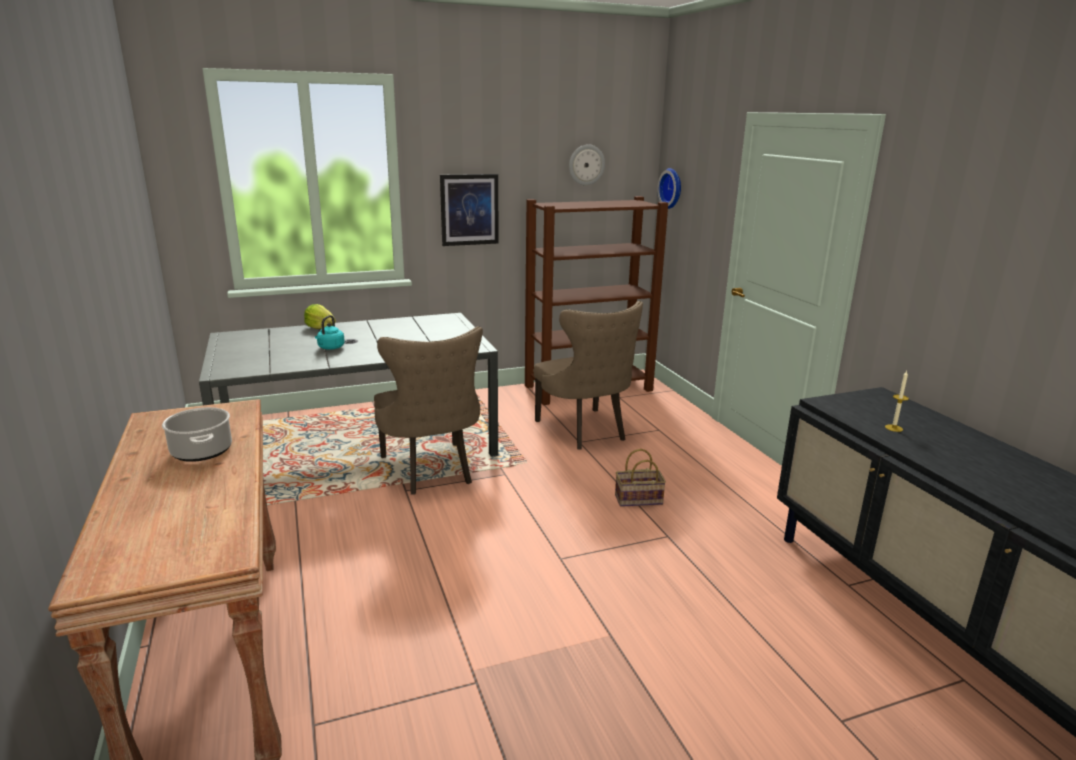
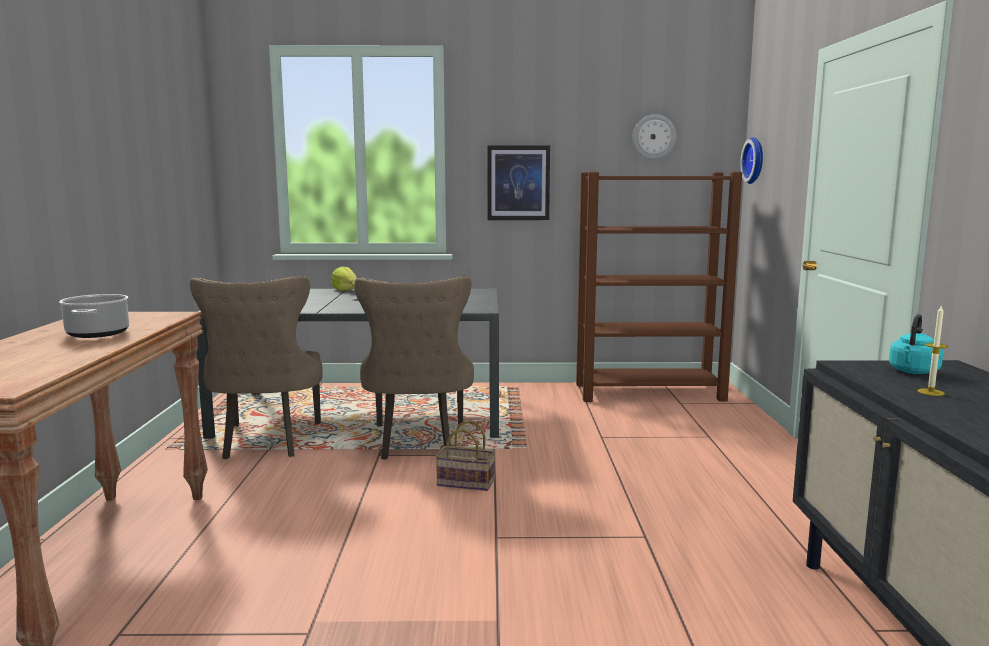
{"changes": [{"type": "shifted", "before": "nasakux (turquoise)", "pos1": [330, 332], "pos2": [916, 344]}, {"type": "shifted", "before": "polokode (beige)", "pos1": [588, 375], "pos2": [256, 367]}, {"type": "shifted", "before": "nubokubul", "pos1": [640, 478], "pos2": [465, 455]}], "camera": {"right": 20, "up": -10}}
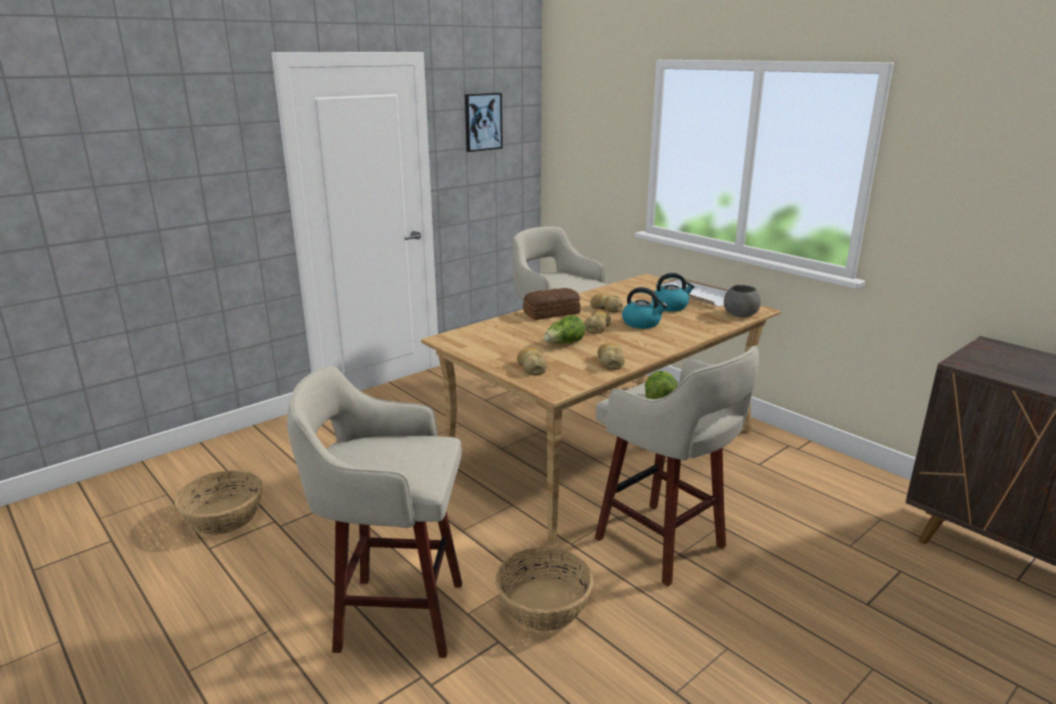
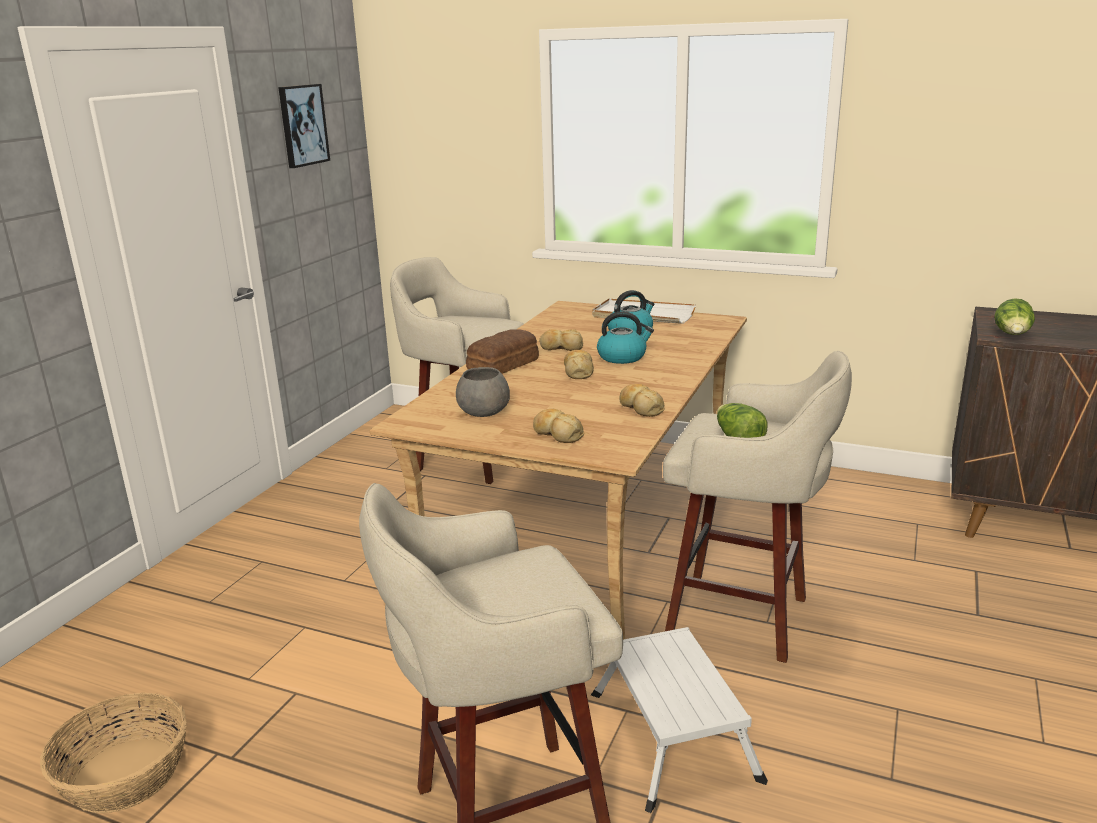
{"changes": [{"type": "shifted", "before": "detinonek", "pos1": [564, 329], "pos2": [1014, 316]}, {"type": "shifted", "before": "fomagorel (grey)", "pos1": [742, 301], "pos2": [483, 392]}, {"type": "swapped", "before": "nubokubul", "after": "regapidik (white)", "pos1": [544, 589], "pos2": [679, 720]}], "camera": {"right": -25, "up": 0}}
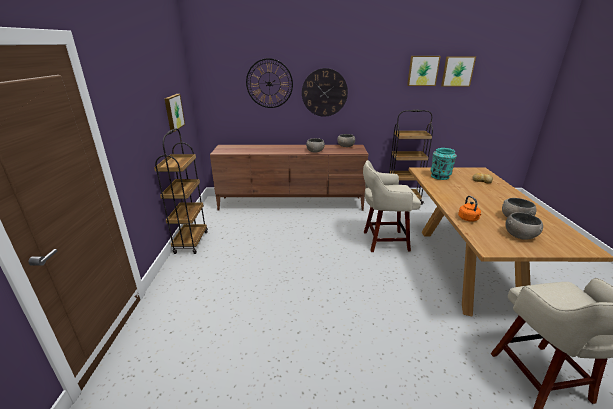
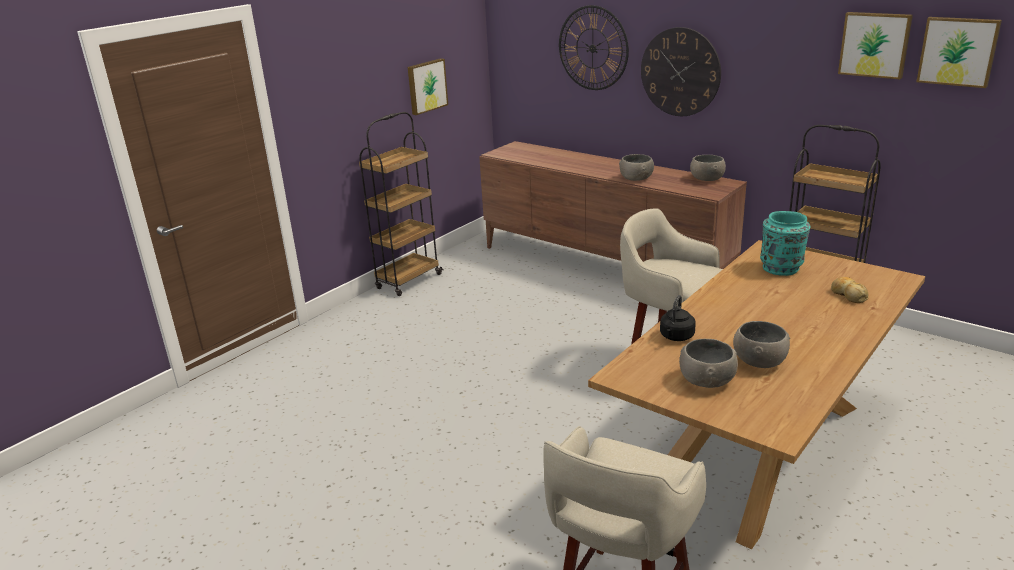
{"changes": [{"type": "repainted", "before": "nasakux (orange)", "after": "nasakux (black)", "pos1": [469, 209], "pos2": [678, 318]}], "camera": {"right": 40, "up": 0}}
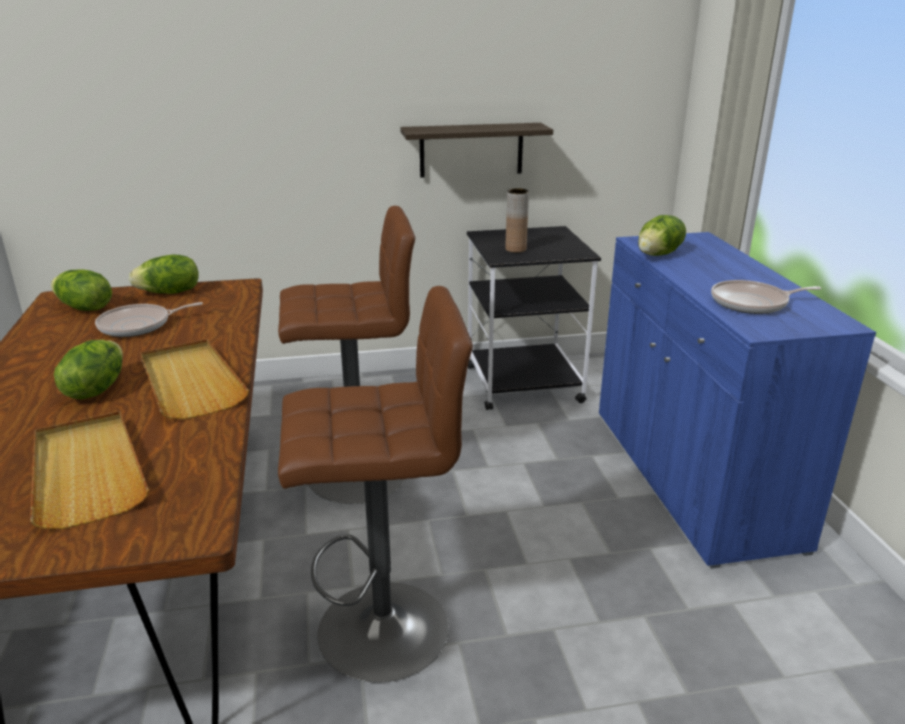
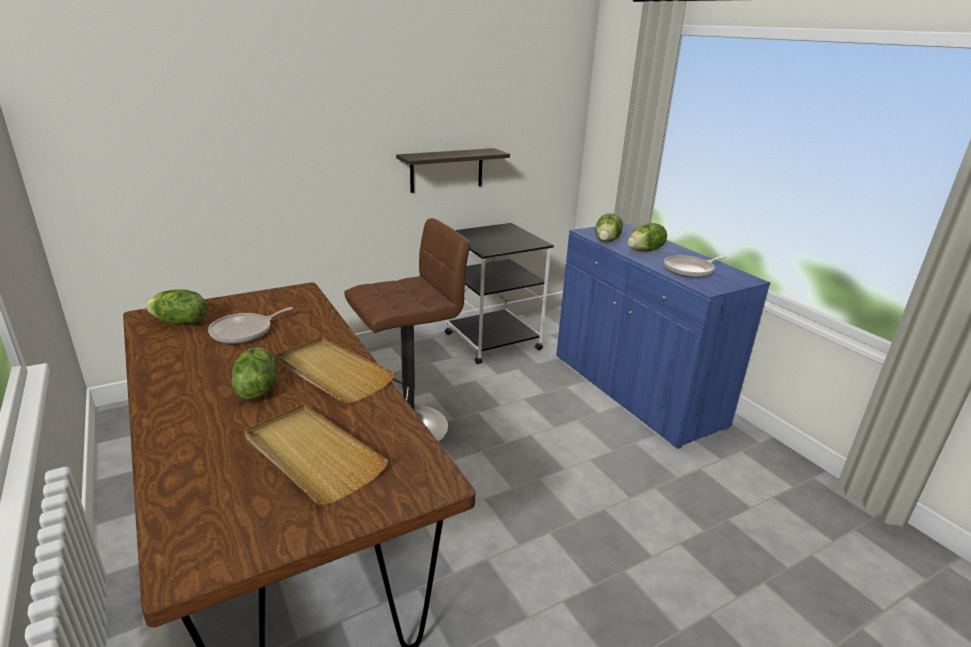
{"changes": [{"type": "gone", "before": "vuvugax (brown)", "pos1": [375, 484]}, {"type": "gone", "before": "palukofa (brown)", "pos1": [517, 220]}, {"type": "shifted", "before": "detinonek", "pos1": [163, 274], "pos2": [647, 237]}], "camera": {"right": -20, "up": 0}}
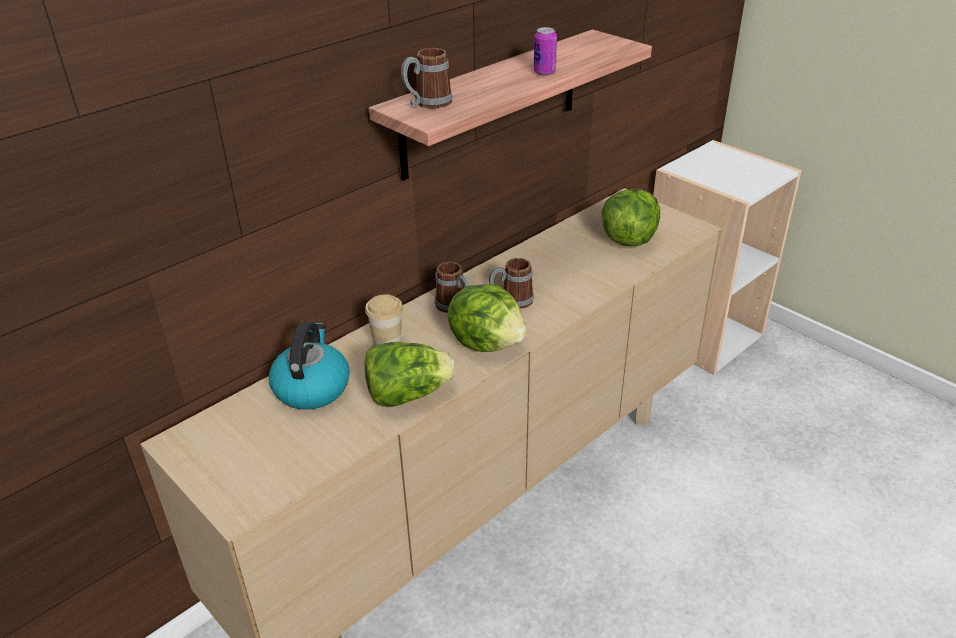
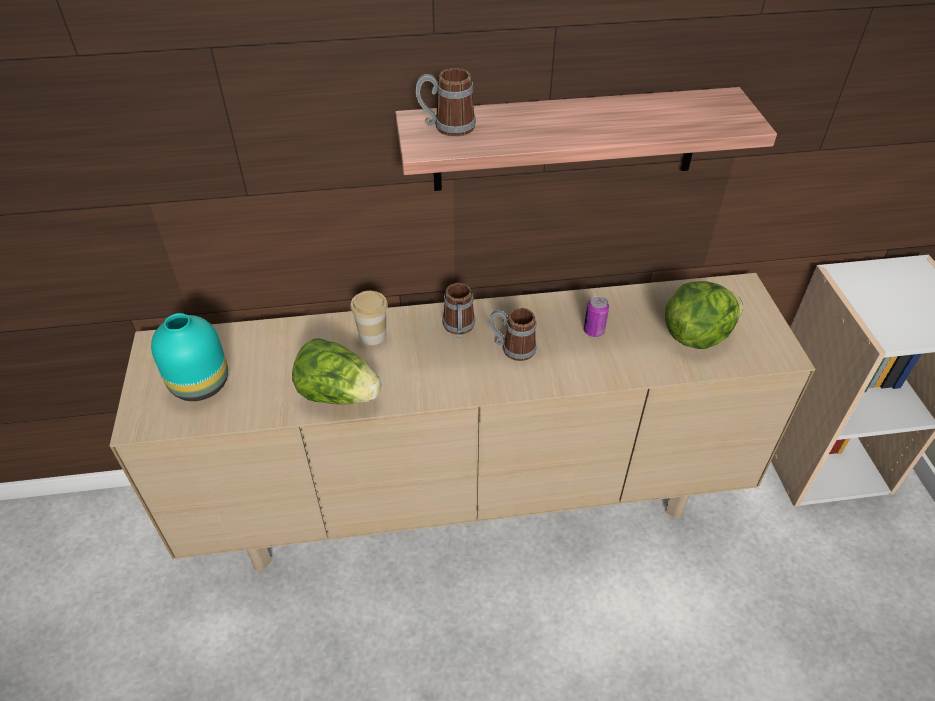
{"changes": [{"type": "gone", "before": "nasakux", "pos1": [309, 366]}, {"type": "gone", "before": "detinonek", "pos1": [487, 318]}, {"type": "new", "after": "palukofa (turquoise)", "pos2": [189, 357]}, {"type": "shifted", "before": "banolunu", "pos1": [545, 51], "pos2": [596, 316]}], "camera": {"right": 35, "up": 10}}
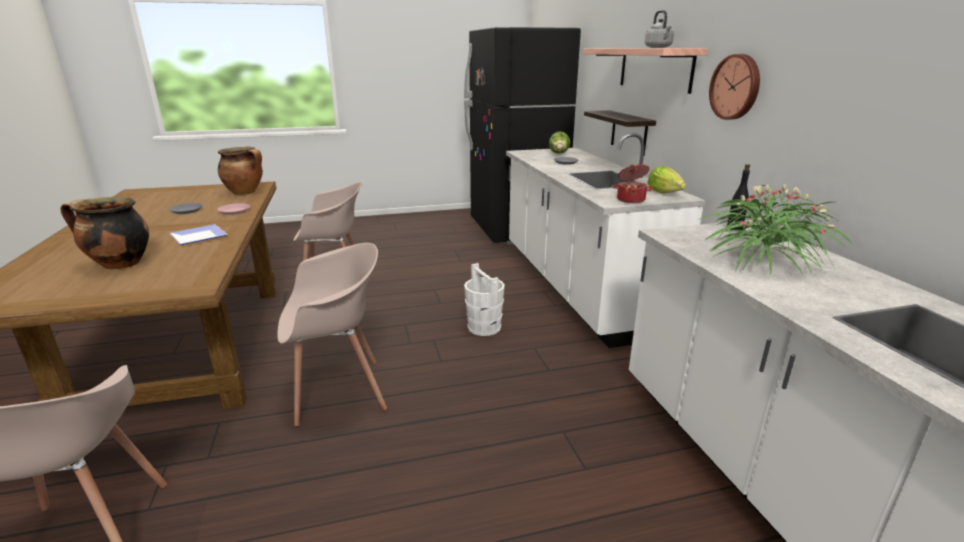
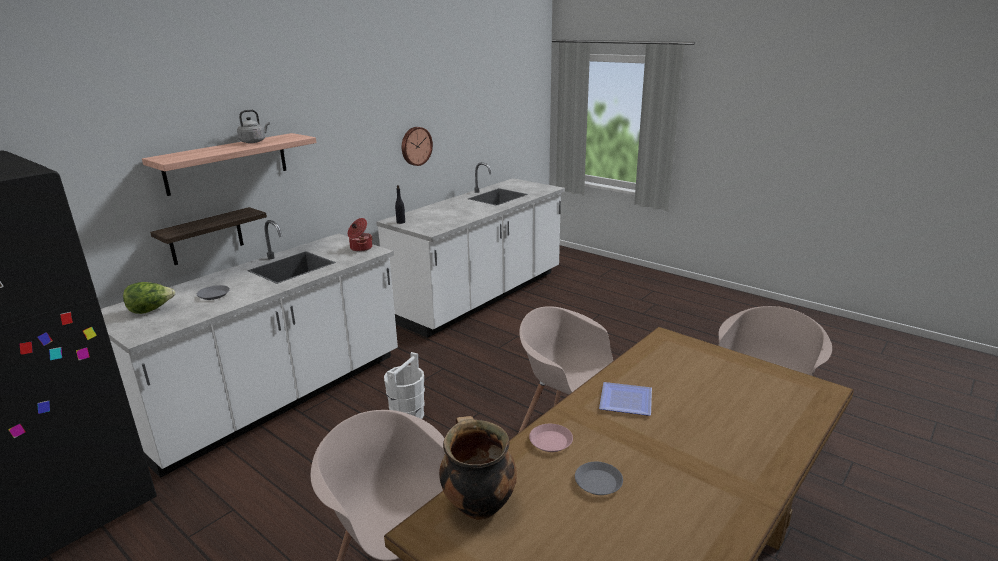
{"changes": [{"type": "gone", "before": "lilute", "pos1": [104, 233]}, {"type": "gone", "before": "detinonek", "pos1": [667, 179]}, {"type": "gone", "before": "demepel", "pos1": [775, 229]}, {"type": "shifted", "before": "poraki", "pos1": [734, 87], "pos2": [417, 146]}], "camera": {"right": -125, "up": 0}}
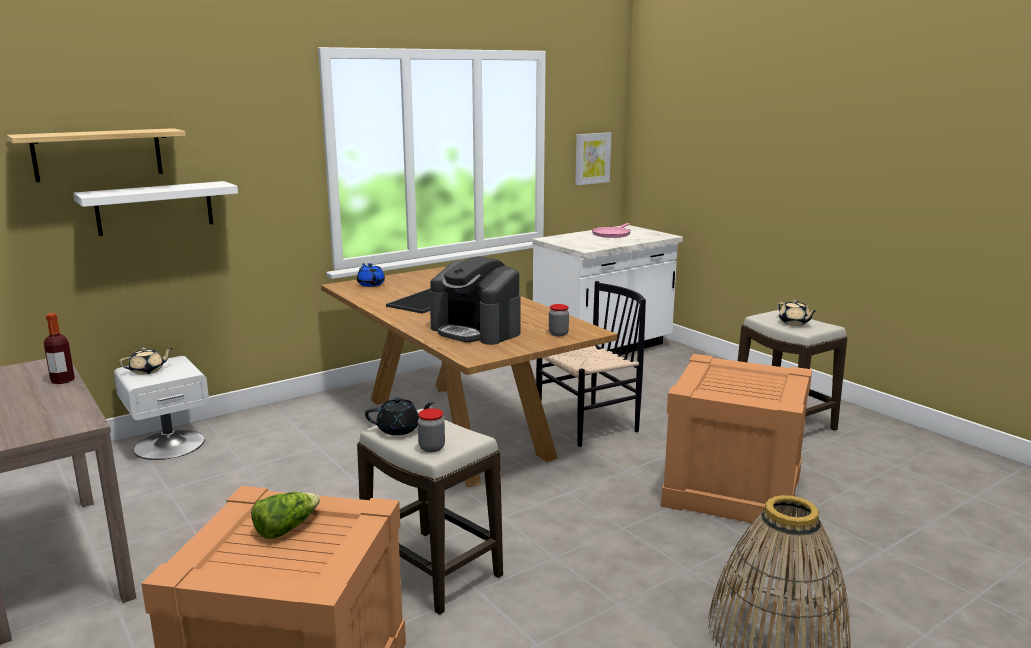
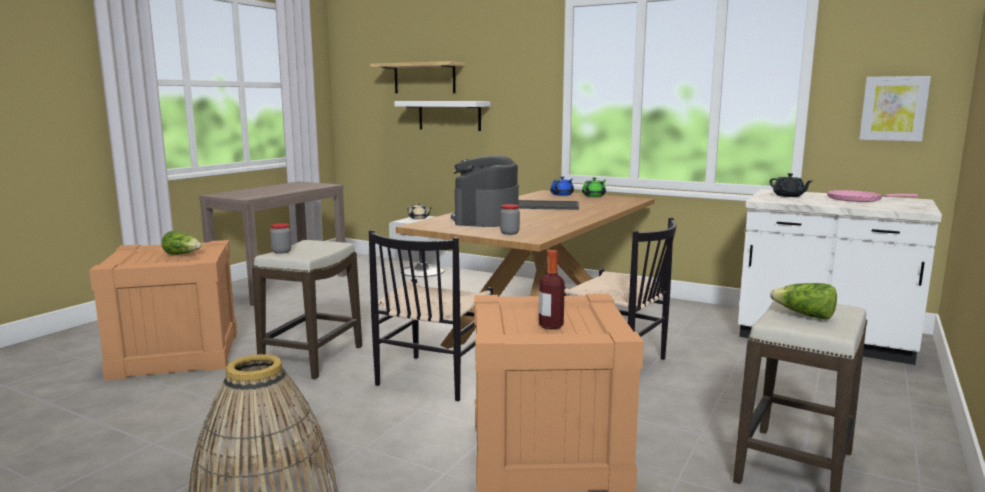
{"changes": [{"type": "new", "after": "polokode (black)", "pos2": [431, 315]}, {"type": "new", "after": "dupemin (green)", "pos2": [594, 187]}, {"type": "shifted", "before": "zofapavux", "pos1": [59, 348], "pos2": [552, 289]}, {"type": "shifted", "before": "dupemin (black)", "pos1": [399, 416], "pos2": [791, 185]}, {"type": "swapped", "before": "dupemin (beige)", "after": "detinonek", "pos1": [797, 312], "pos2": [803, 301]}], "camera": {"right": 65, "up": -5}}
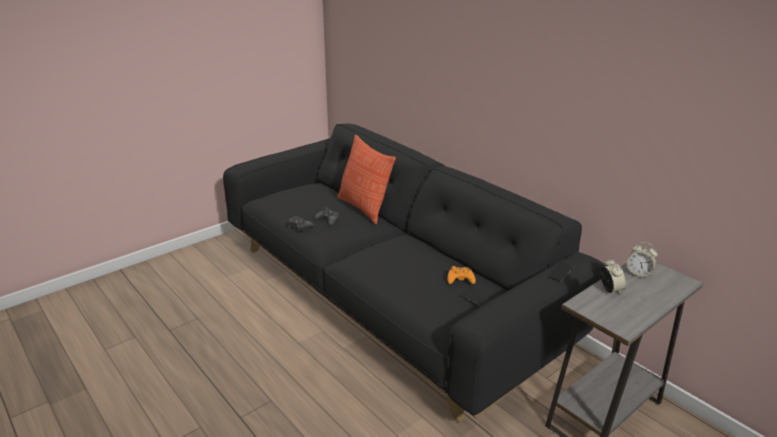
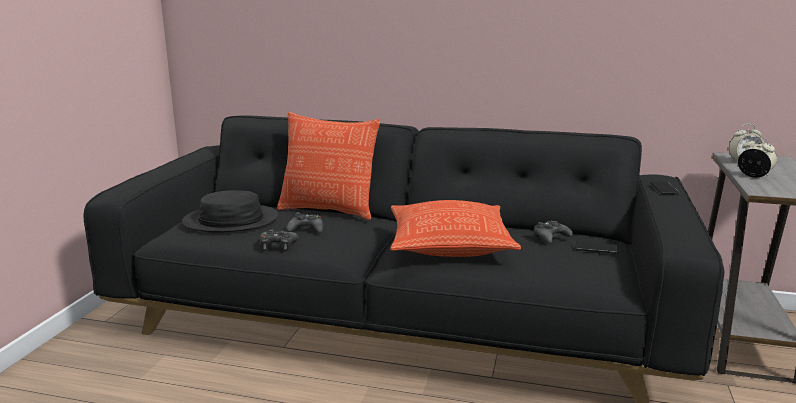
{"changes": [{"type": "new", "after": "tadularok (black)", "pos2": [230, 211]}, {"type": "new", "after": "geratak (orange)", "pos2": [455, 228]}, {"type": "repainted", "before": "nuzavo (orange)", "after": "nuzavo (black)", "pos1": [461, 275], "pos2": [553, 232]}], "camera": {"right": -35, "up": -10}}
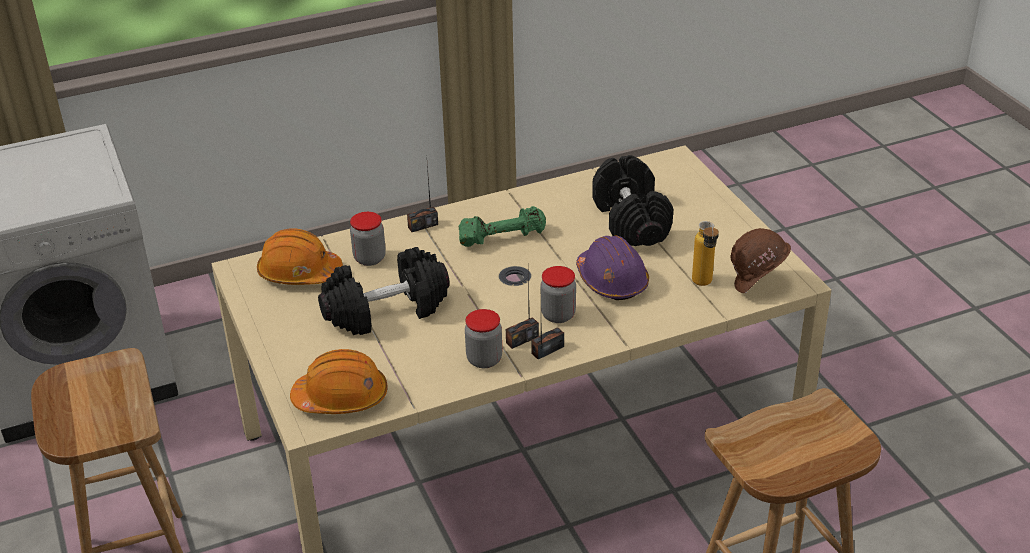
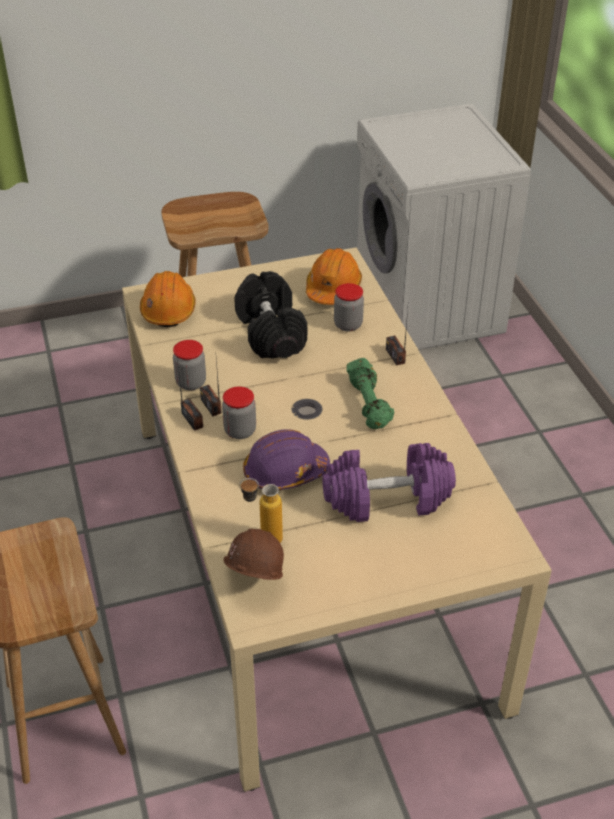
{"changes": [{"type": "repainted", "before": "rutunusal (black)", "after": "rutunusal (purple)", "pos1": [632, 200], "pos2": [389, 482]}], "camera": {"right": 95, "up": 5}}
